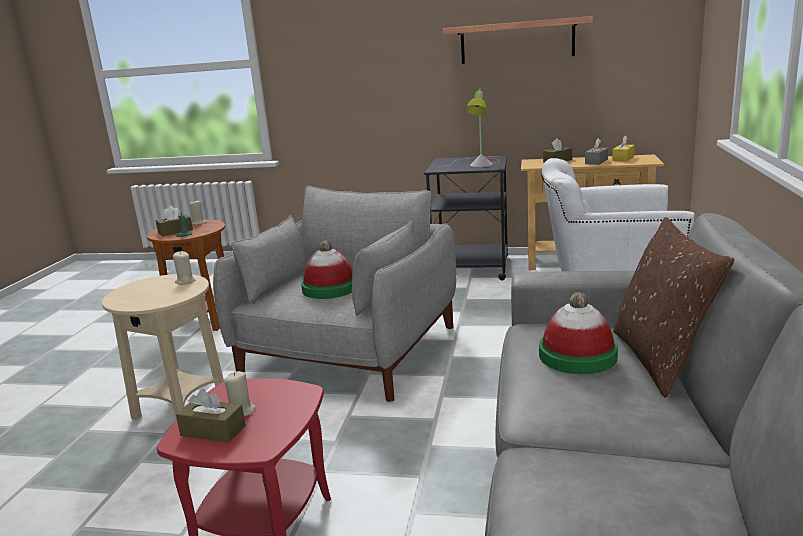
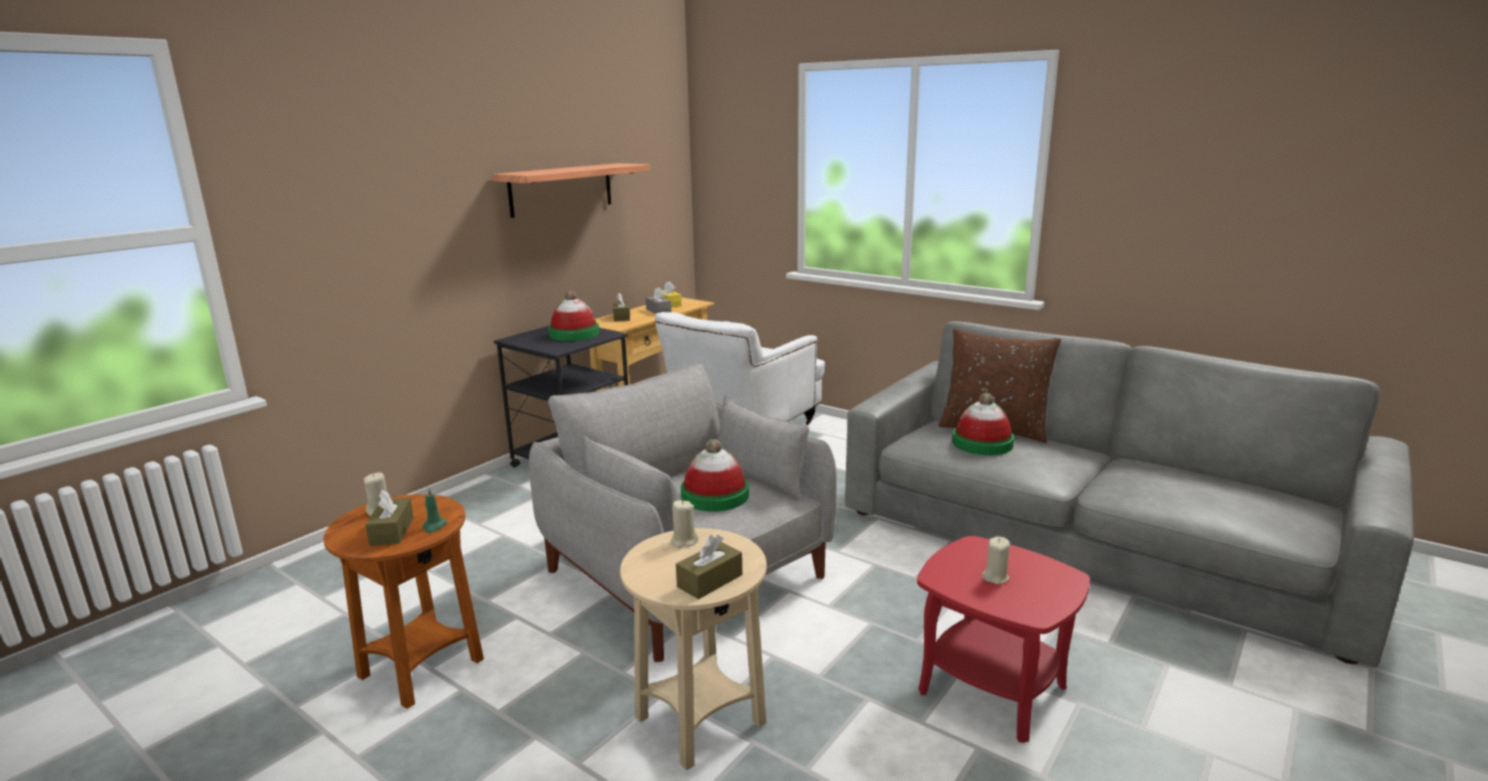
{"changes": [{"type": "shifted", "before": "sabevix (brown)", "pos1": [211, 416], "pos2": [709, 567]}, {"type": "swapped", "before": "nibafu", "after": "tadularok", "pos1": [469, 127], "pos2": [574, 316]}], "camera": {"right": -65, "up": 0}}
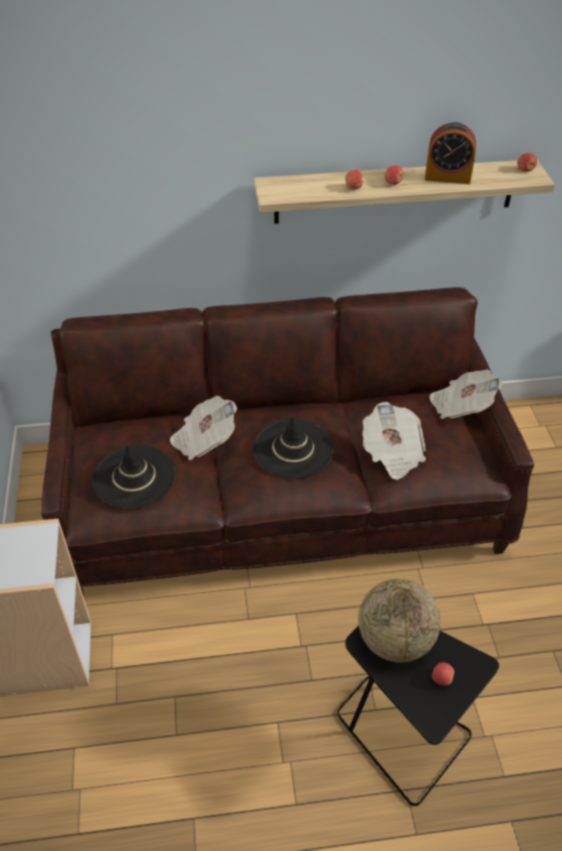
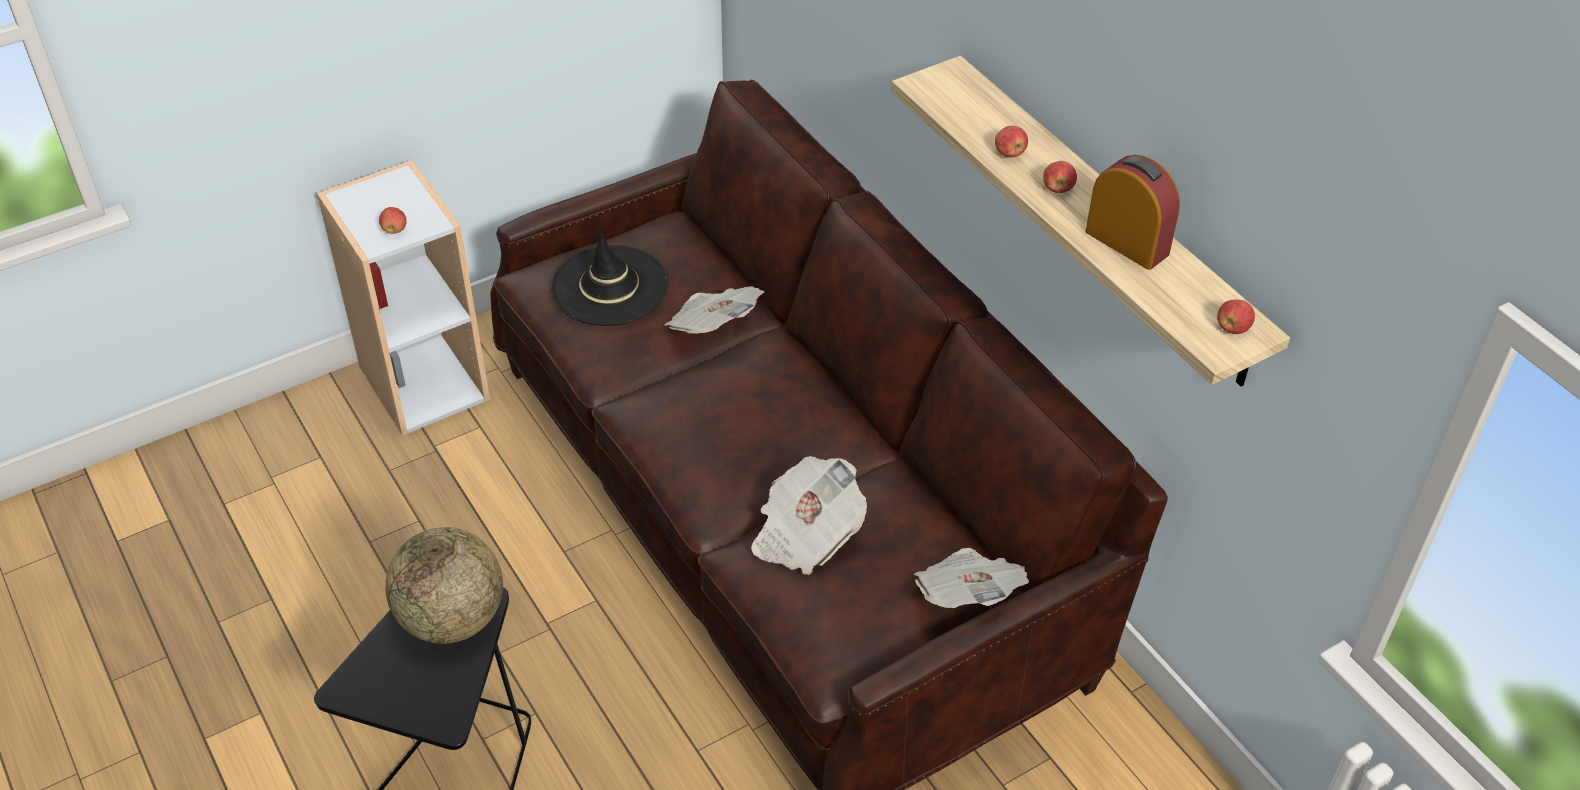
{"changes": [{"type": "gone", "before": "tadularok (black)", "pos1": [293, 447]}, {"type": "shifted", "before": "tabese", "pos1": [443, 674], "pos2": [393, 220]}, {"type": "rotated", "before": "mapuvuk", "pos1": [450, 153], "pos2": [1133, 212], "turn": 150}], "camera": {"right": 65, "up": 0}}
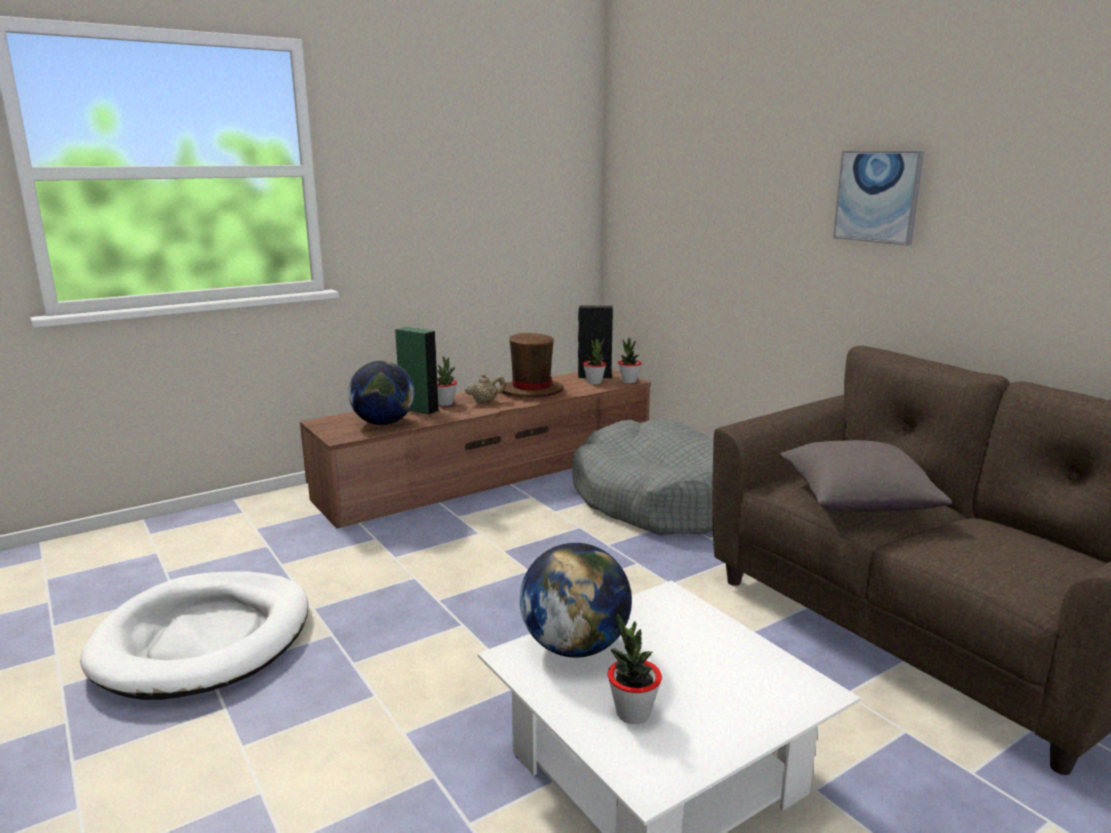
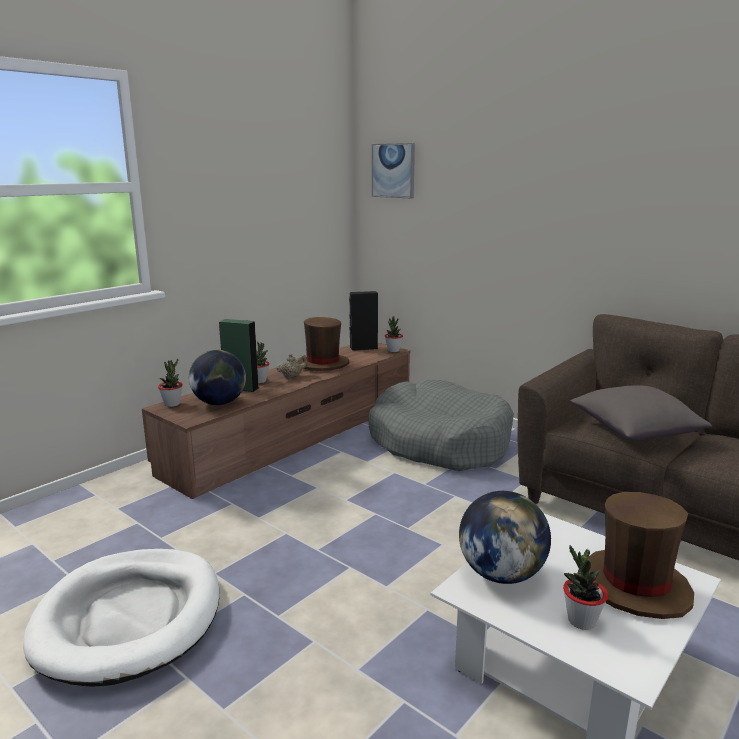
{"changes": [{"type": "new", "after": "tadularok (brown)", "pos2": [641, 555]}, {"type": "shifted", "before": "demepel", "pos1": [594, 361], "pos2": [170, 383]}, {"type": "shifted", "before": "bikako", "pos1": [878, 198], "pos2": [393, 171]}], "camera": {"right": -15, "up": 0}}
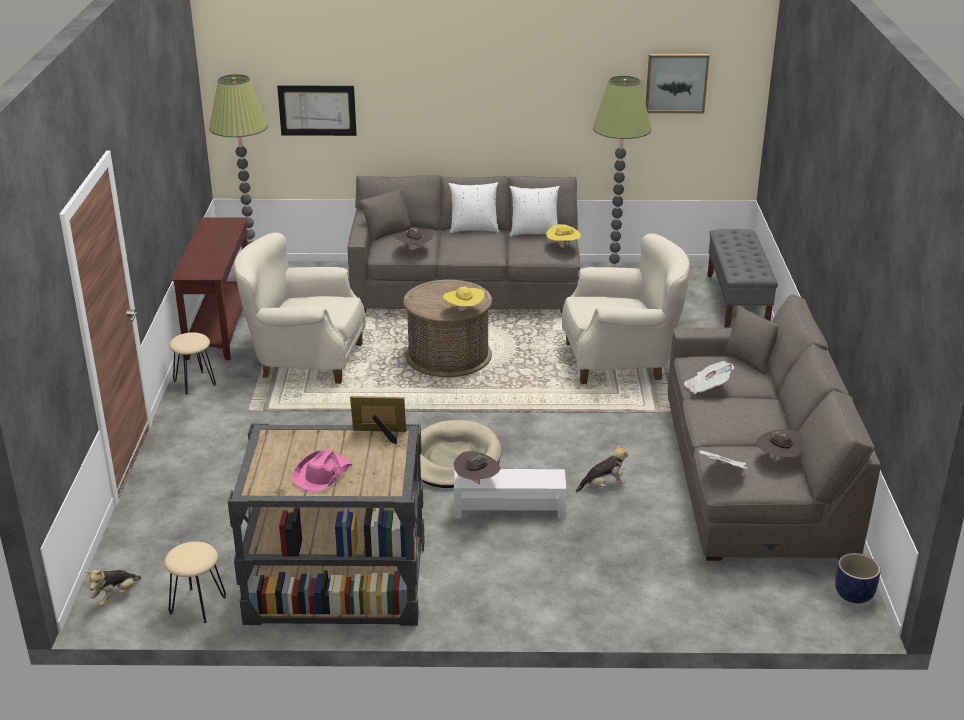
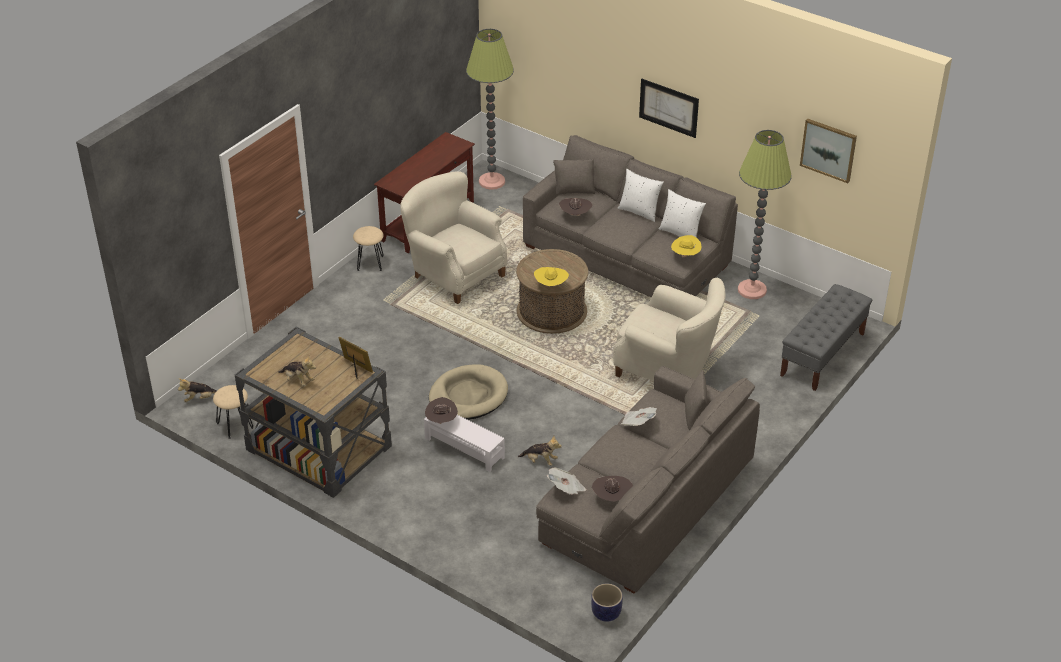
{"changes": [{"type": "shifted", "before": "bikako", "pos1": [317, 111], "pos2": [669, 108]}, {"type": "swapped", "before": "tadularok (pink)", "after": "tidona", "pos1": [322, 469], "pos2": [297, 371]}], "camera": {"right": 35, "up": 10}}
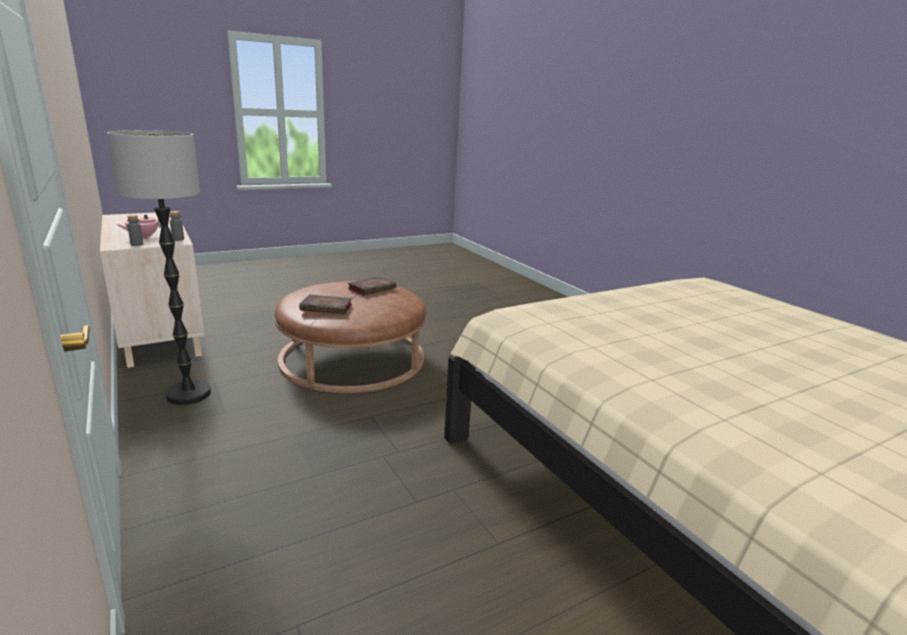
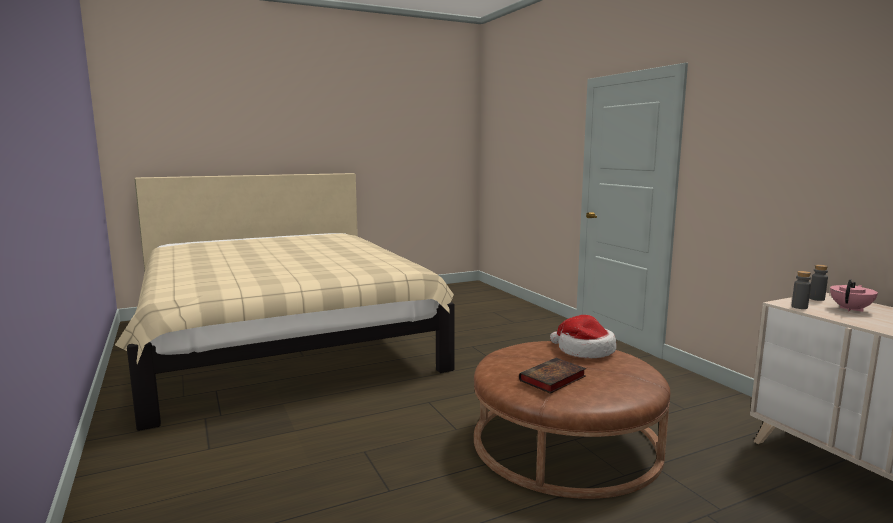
{"changes": [{"type": "gone", "before": "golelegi", "pos1": [159, 267]}, {"type": "swapped", "before": "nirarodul", "after": "tadularok", "pos1": [325, 304], "pos2": [583, 336]}], "camera": {"right": -175, "up": -10}}
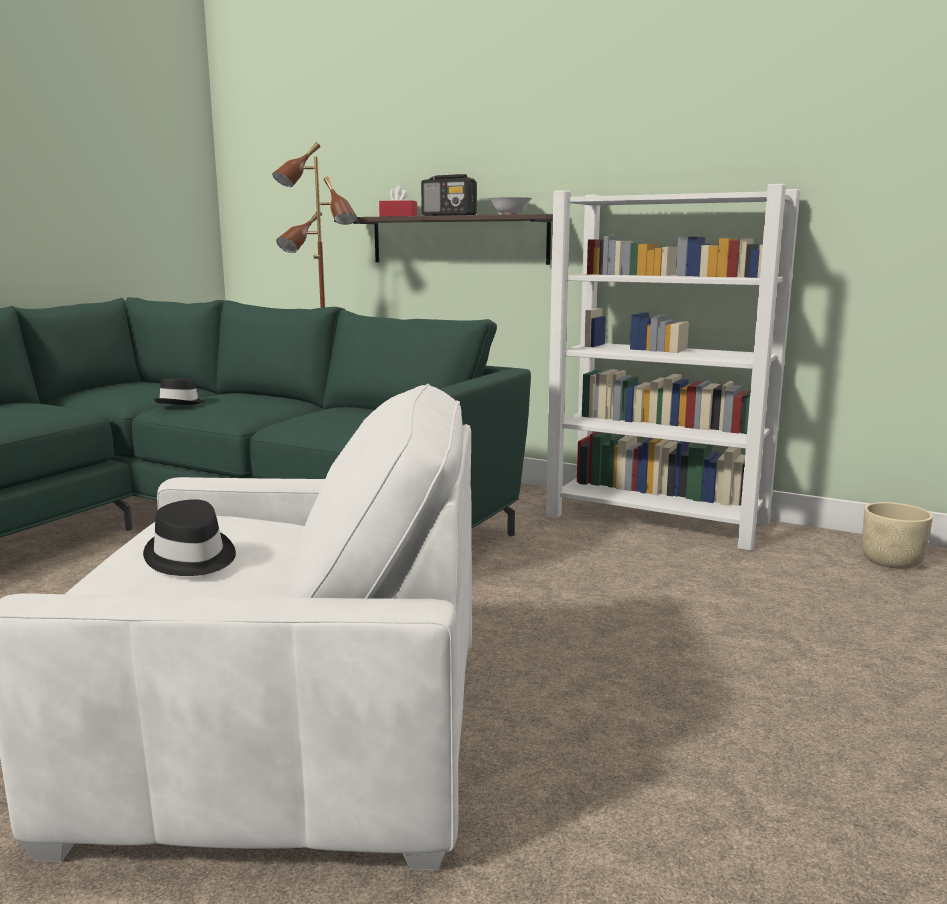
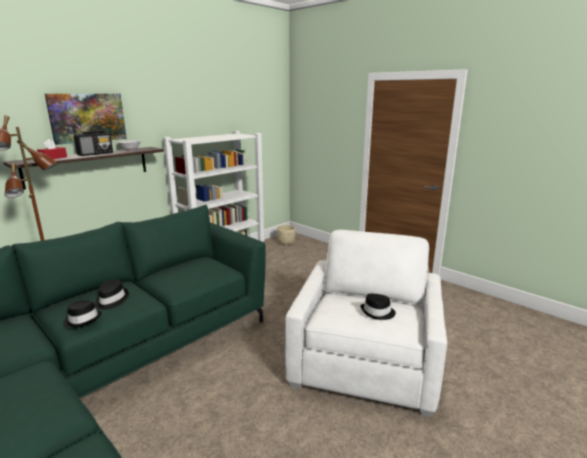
{"changes": [{"type": "new", "after": "bikako", "pos2": [86, 119]}, {"type": "new", "after": "tadularok (black)", "pos2": [112, 294]}], "camera": {"right": -75, "up": 5}}
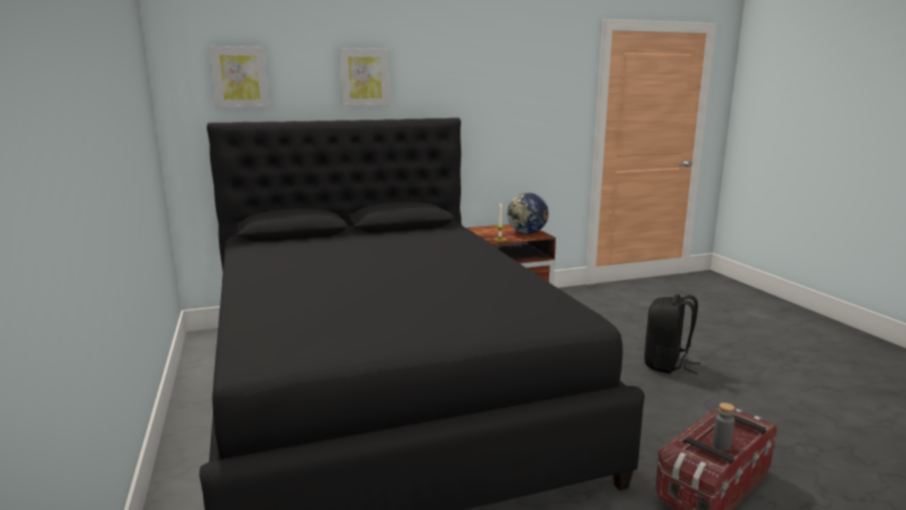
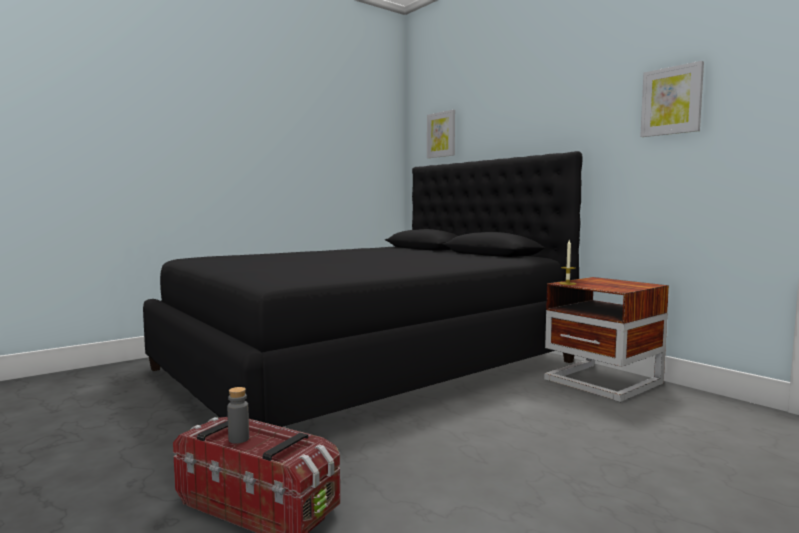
{"changes": [{"type": "gone", "before": "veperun", "pos1": [528, 213]}, {"type": "gone", "before": "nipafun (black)", "pos1": [672, 334]}, {"type": "shifted", "before": "bikako", "pos1": [364, 77], "pos2": [672, 99]}], "camera": {"right": 70, "up": -10}}
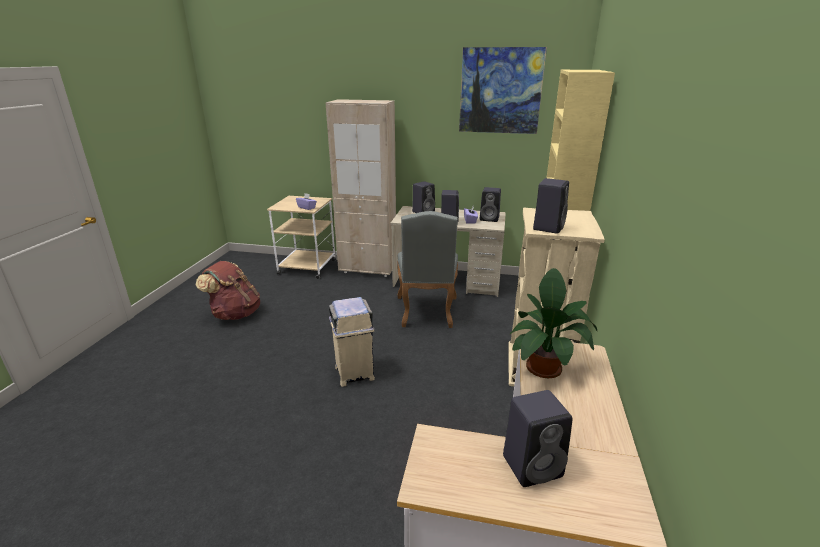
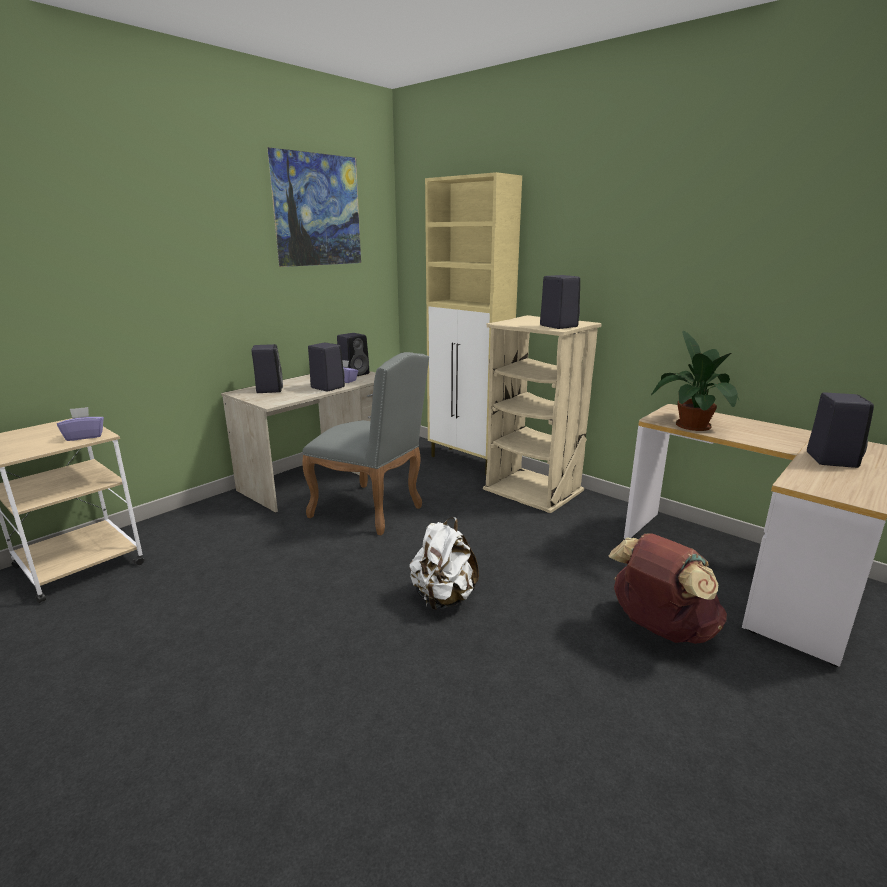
{"changes": [{"type": "gone", "before": "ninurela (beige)", "pos1": [360, 188]}, {"type": "shifted", "before": "nipafun (brown)", "pos1": [228, 290], "pos2": [668, 588]}, {"type": "swapped", "before": "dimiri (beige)", "after": "nipafun (white)", "pos1": [352, 342], "pos2": [444, 563]}], "camera": {"right": -60, "up": -5}}
